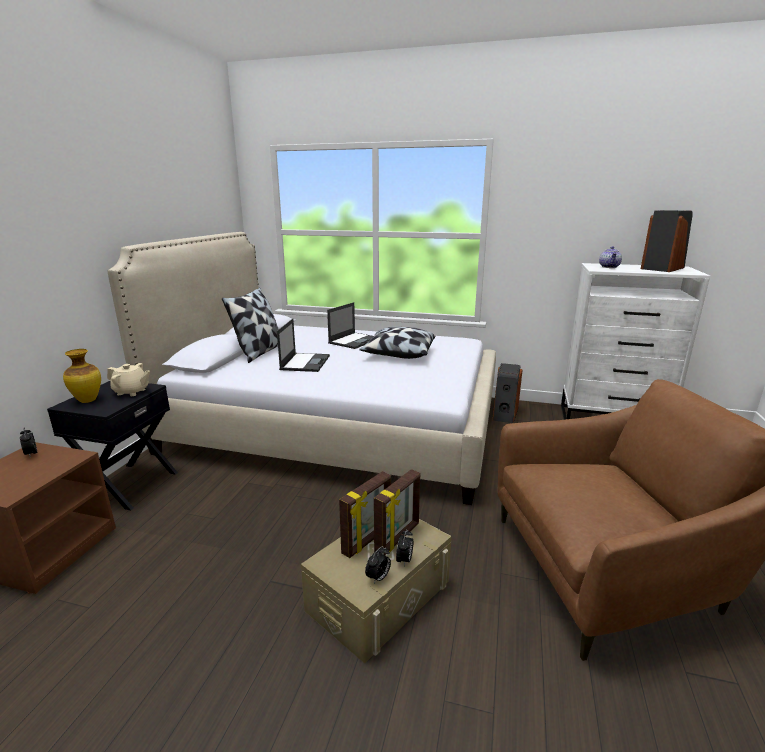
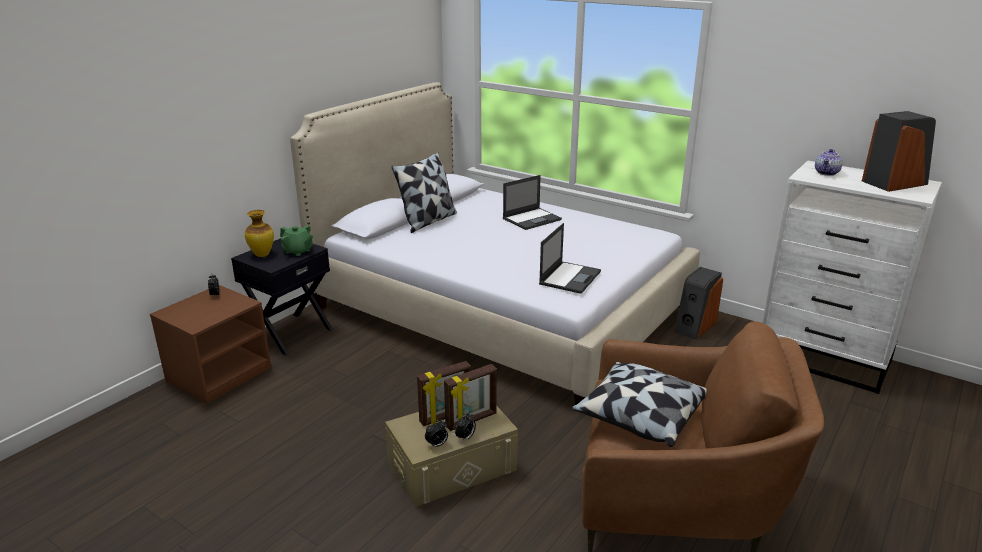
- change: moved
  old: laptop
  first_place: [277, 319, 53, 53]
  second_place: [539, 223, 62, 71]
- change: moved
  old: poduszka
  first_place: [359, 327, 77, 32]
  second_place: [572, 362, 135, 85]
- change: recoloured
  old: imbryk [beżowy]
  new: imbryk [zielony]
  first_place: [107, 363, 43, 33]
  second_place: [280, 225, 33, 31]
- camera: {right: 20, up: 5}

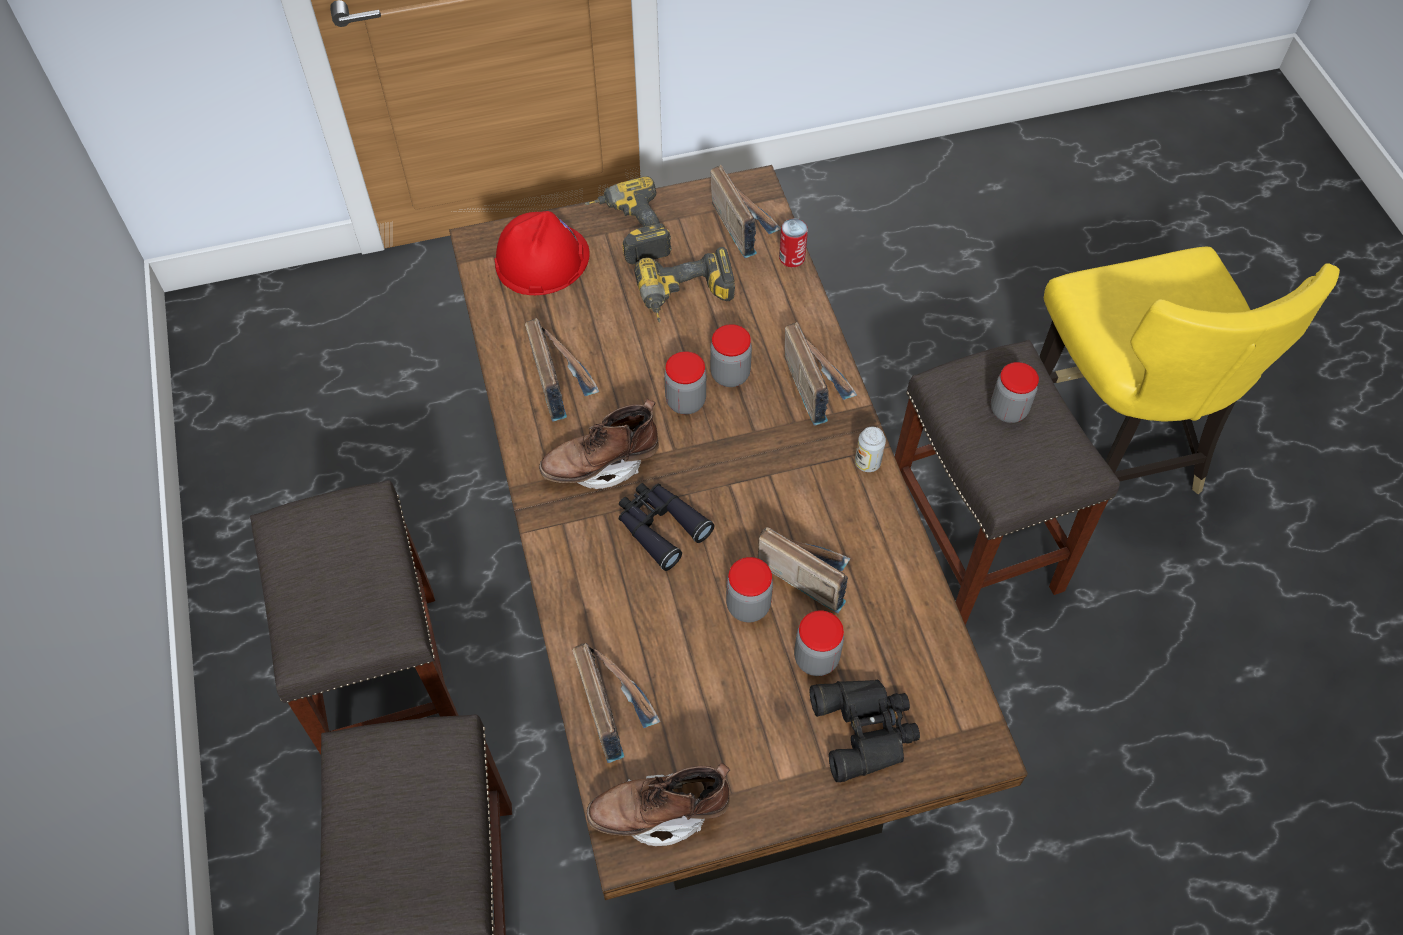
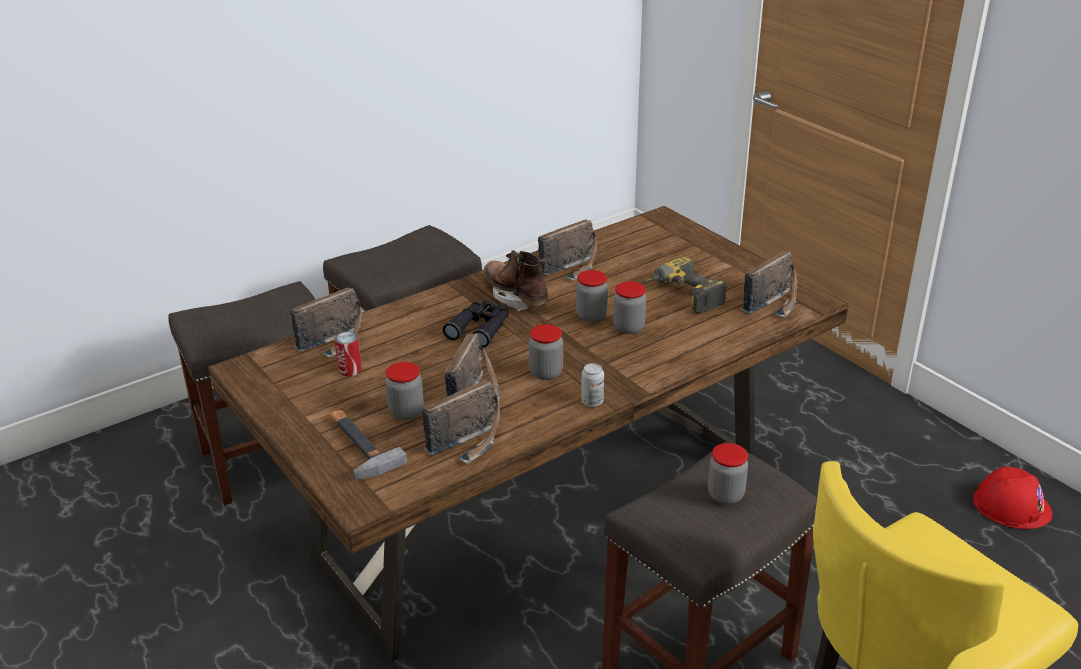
- change: removed
  old: wiertarka
  first_place: [585, 176, 87, 88]
- change: removed
  old: but z cholewką [brązowy]
  first_place: [587, 763, 143, 83]
- change: moved
  old: kask [czerwony]
  first_place: [494, 211, 96, 84]
  second_place: [973, 466, 79, 63]
- change: moved
  old: słoik
  first_place: [726, 557, 47, 65]
  second_place: [529, 324, 34, 56]
- change: moved
  old: puszka
  first_place: [779, 219, 29, 48]
  second_place: [335, 332, 27, 45]
- change: moved
  old: radio
  first_place: [785, 322, 72, 104]
  second_place: [422, 380, 78, 84]
- change: replaced
  old: lornetka [czarny]
  new: młotek
  first_place: [810, 680, 110, 102]
  second_place: [331, 410, 76, 70]
- camera: {right: 70, up: -25}

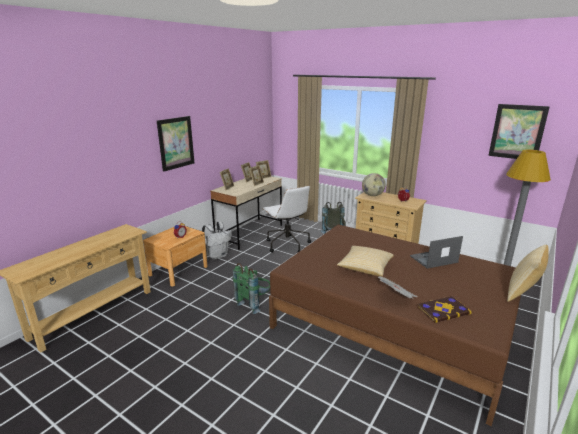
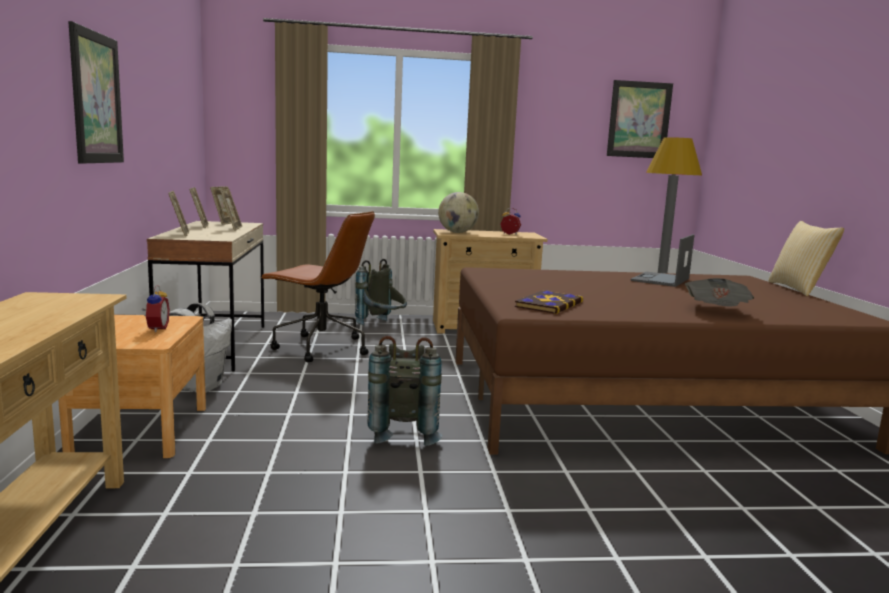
- change: removed
  old: poduszka
  first_place: [337, 246, 57, 30]
- change: moved
  old: książka
  first_place: [418, 296, 54, 27]
  second_place: [515, 291, 68, 23]
- change: recoloured
  old: plecak [zielony]
  new: plecak [szary]
  first_place: [233, 263, 37, 51]
  second_place: [367, 336, 75, 110]
- change: recoloured
  old: krzesło biurowe [biały]
  new: krzesło biurowe [brązowy]
  first_place: [262, 186, 49, 67]
  second_place: [260, 211, 115, 151]
- camera: {right: -40, up: -10}

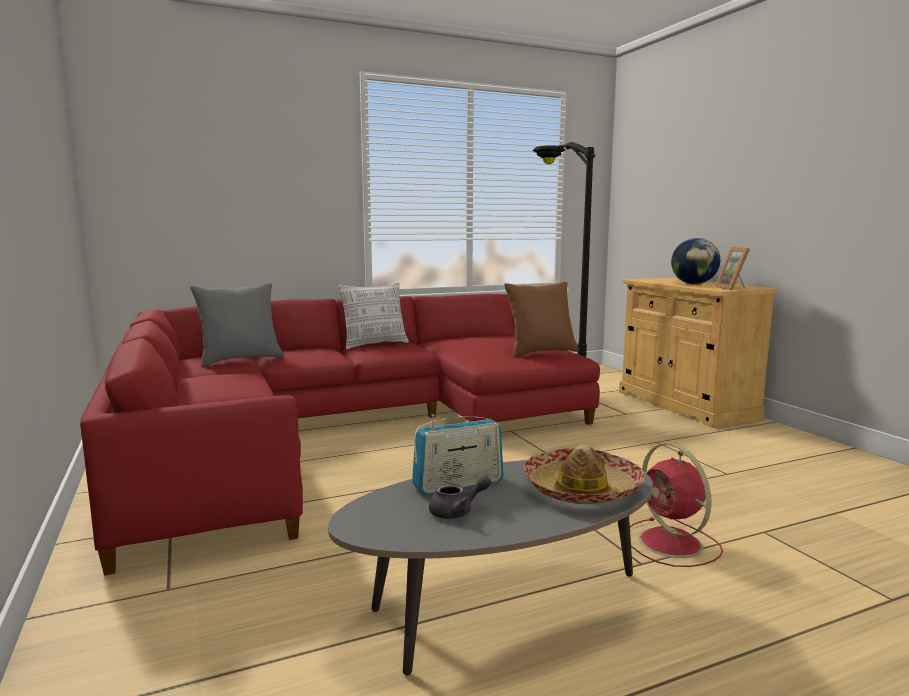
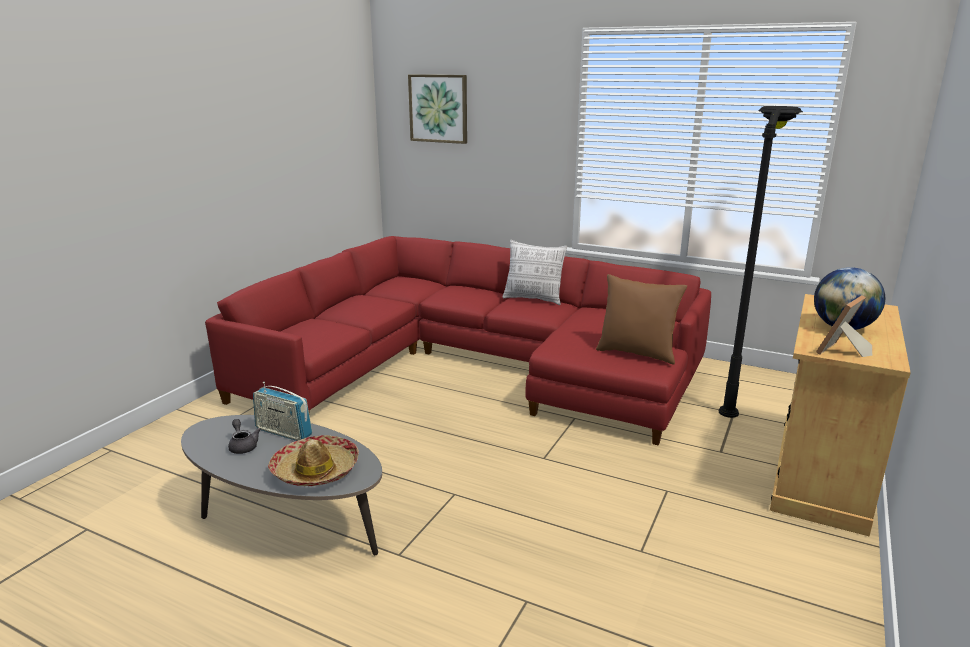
- change: removed
  old: poduszka [szary]
  first_place: [190, 283, 94, 83]
- change: removed
  old: wentylator [czerwony]
  first_place: [630, 443, 93, 124]
- change: added
  new: obraz
  second_place: [408, 74, 59, 70]
- change: turned
  old: imbryk [szary]
  first_place: [429, 475, 62, 44]
  second_place: [228, 419, 33, 35]
  degrees: -150
- camera: {right: 50, up: 10}

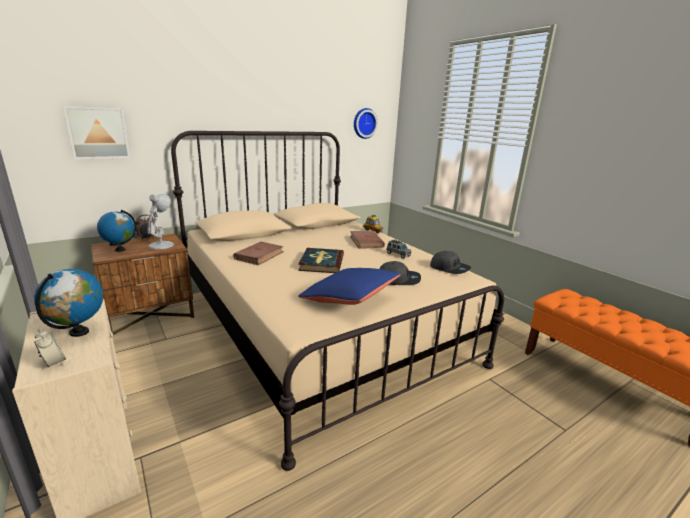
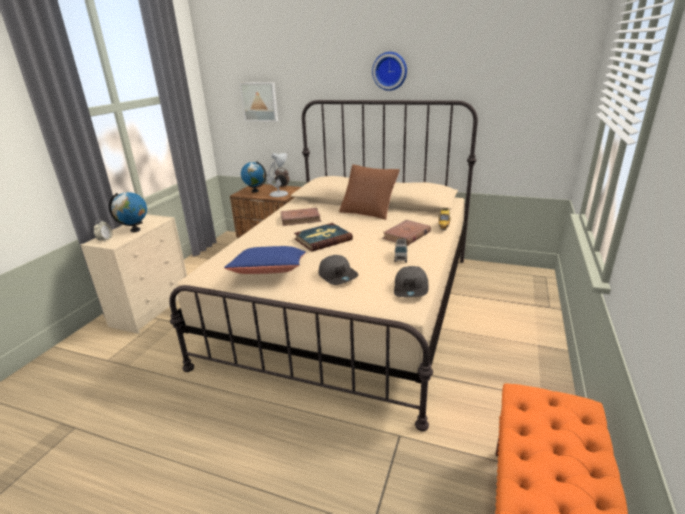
- change: added
  new: poduszka [brązowy]
  second_place: [339, 164, 61, 56]
- change: moved
  old: zegar ścienny
  first_place: [354, 108, 24, 31]
  second_place: [372, 52, 35, 39]
- camera: {right: 55, up: 5}

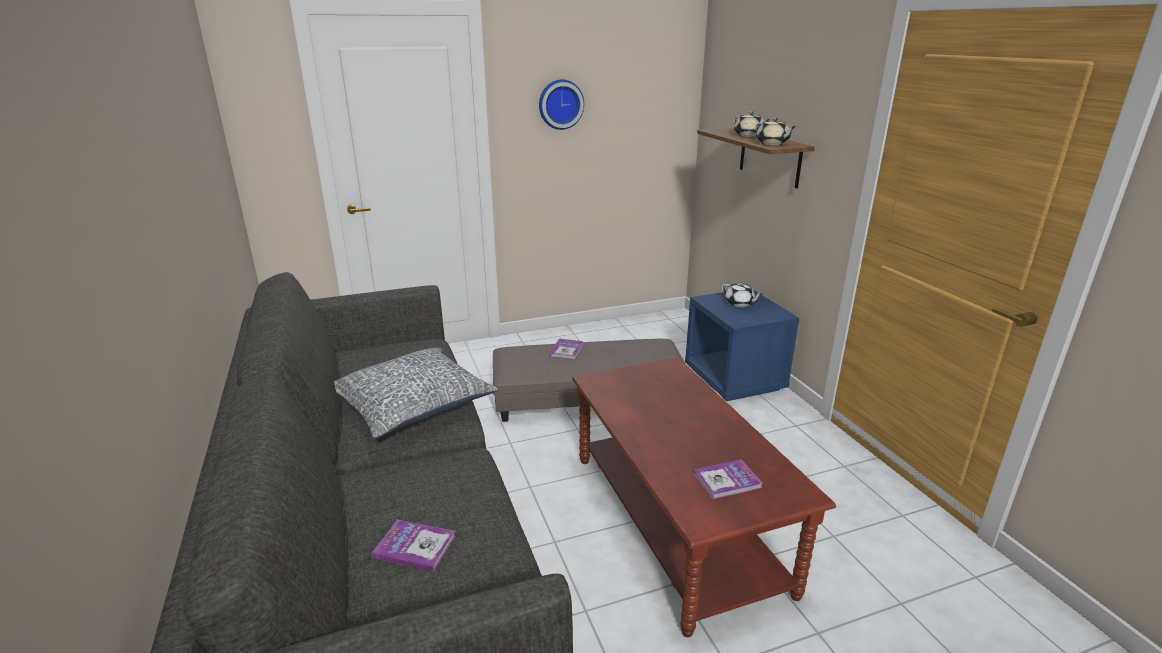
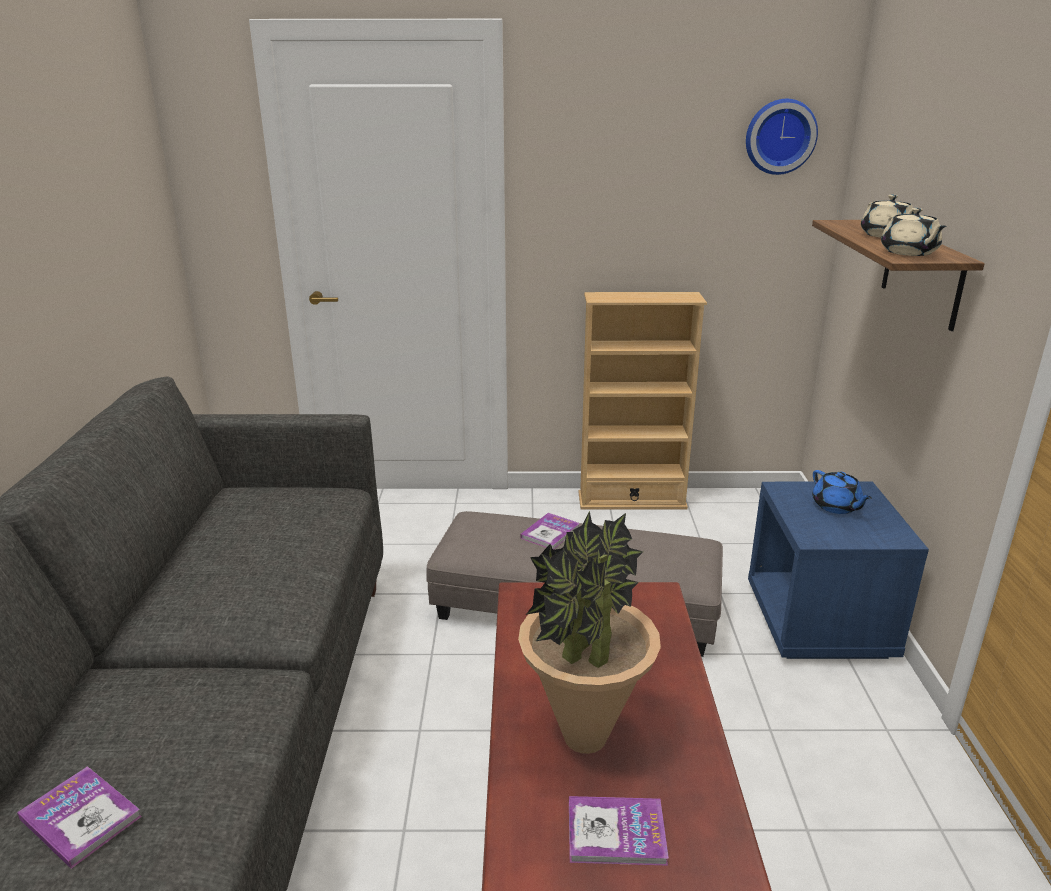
- change: removed
  old: poduszka
  first_place: [334, 347, 163, 92]
- change: added
  new: roślina doniczkowa
  second_place: [518, 511, 143, 243]
- change: added
  new: regał [beżowy]
  second_place: [578, 292, 129, 218]
- change: moved
  old: zegar ścienny
  first_place: [539, 79, 45, 51]
  second_place: [746, 99, 72, 76]
- change: recoloured
  old: imbryk [biały]
  new: imbryk [niebieski]
  first_place: [722, 282, 41, 26]
  second_place: [812, 470, 60, 44]
- camera: {right: 20, up: 0}

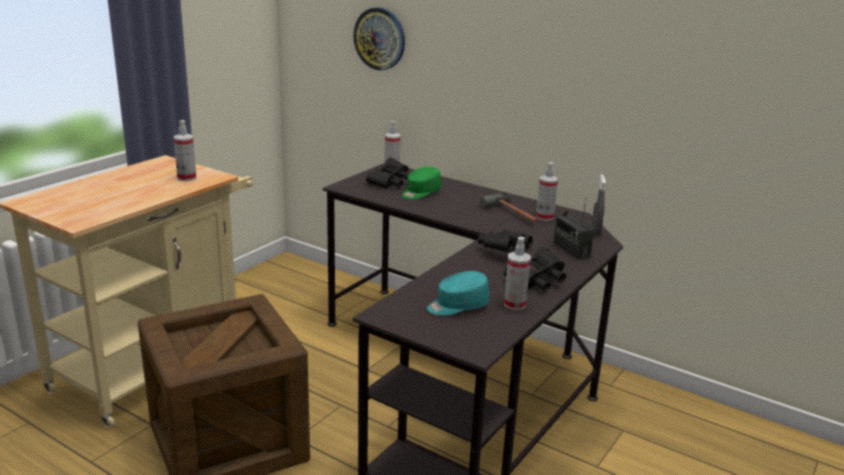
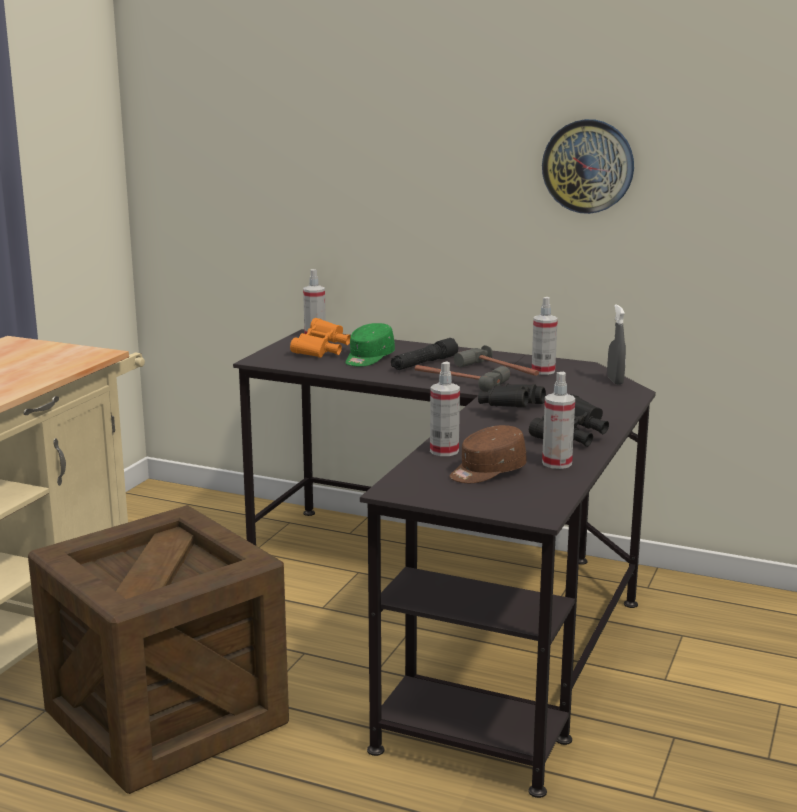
- change: removed
  old: radio
  first_place: [554, 198, 40, 62]
- change: added
  new: latarka [czarny]
  second_place: [391, 338, 67, 32]
- change: added
  new: młotek
  second_place: [415, 365, 95, 27]
- change: moved
  old: spryskiwacz
  first_place: [174, 120, 22, 61]
  second_place: [430, 362, 30, 94]
- change: moved
  old: zegar ścienny
  first_place: [353, 7, 52, 63]
  second_place: [542, 119, 92, 95]
- change: recoloured
  old: lornetka [czarny]
  new: lornetka [pomarańczowy]
  first_place: [366, 158, 44, 31]
  second_place: [290, 318, 60, 40]
- change: recoloured
  old: czapka z daszkiem [turkusowy]
  new: czapka z daszkiem [brązowy]
  first_place: [427, 271, 62, 45]
  second_place: [450, 425, 76, 58]
- camera: {right: -10, up: -5}

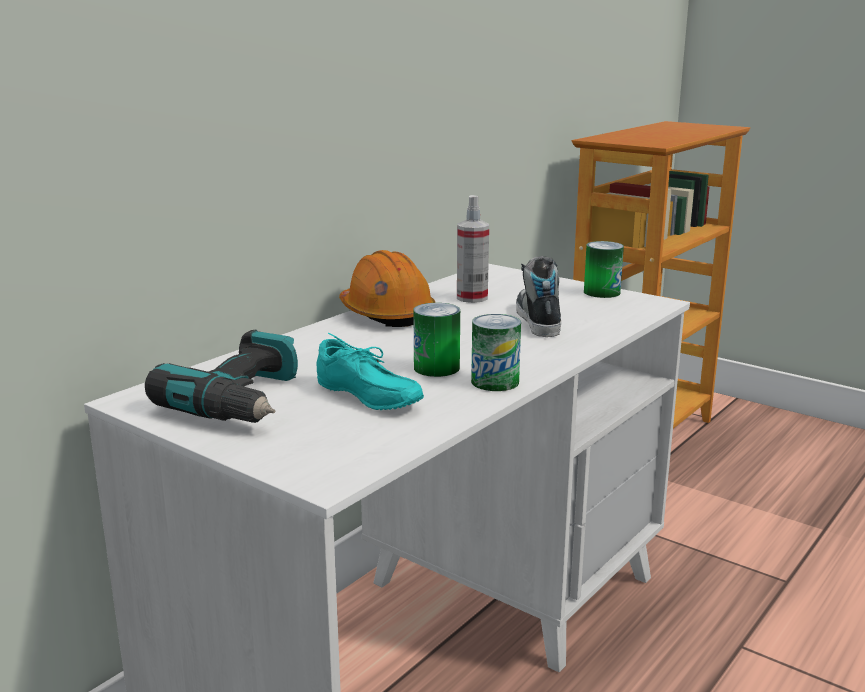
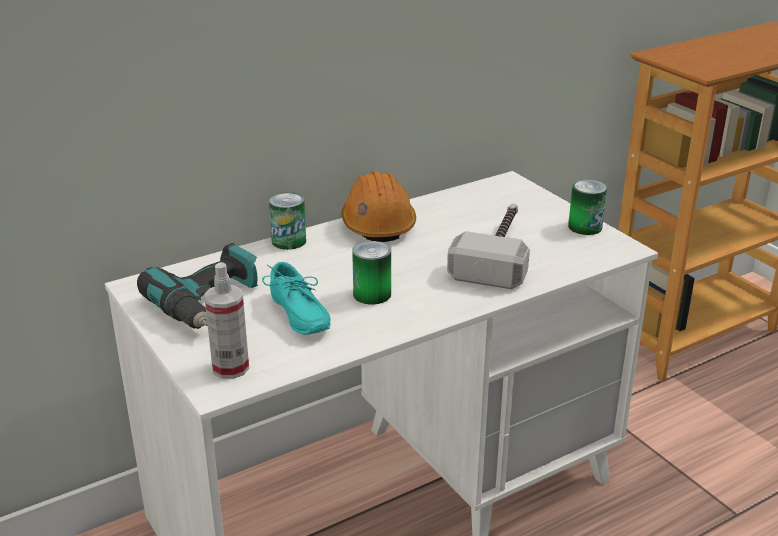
- change: moved
  old: spryskiwacz
  first_place: [457, 195, 32, 108]
  second_place: [204, 262, 45, 117]
- change: moved
  old: puszka
  first_place: [471, 314, 50, 77]
  second_place: [269, 192, 37, 58]
- change: replaced
  old: but
  new: młotek
  first_place: [516, 256, 45, 81]
  second_place: [447, 204, 83, 85]
- camera: {right: 20, up: 10}

